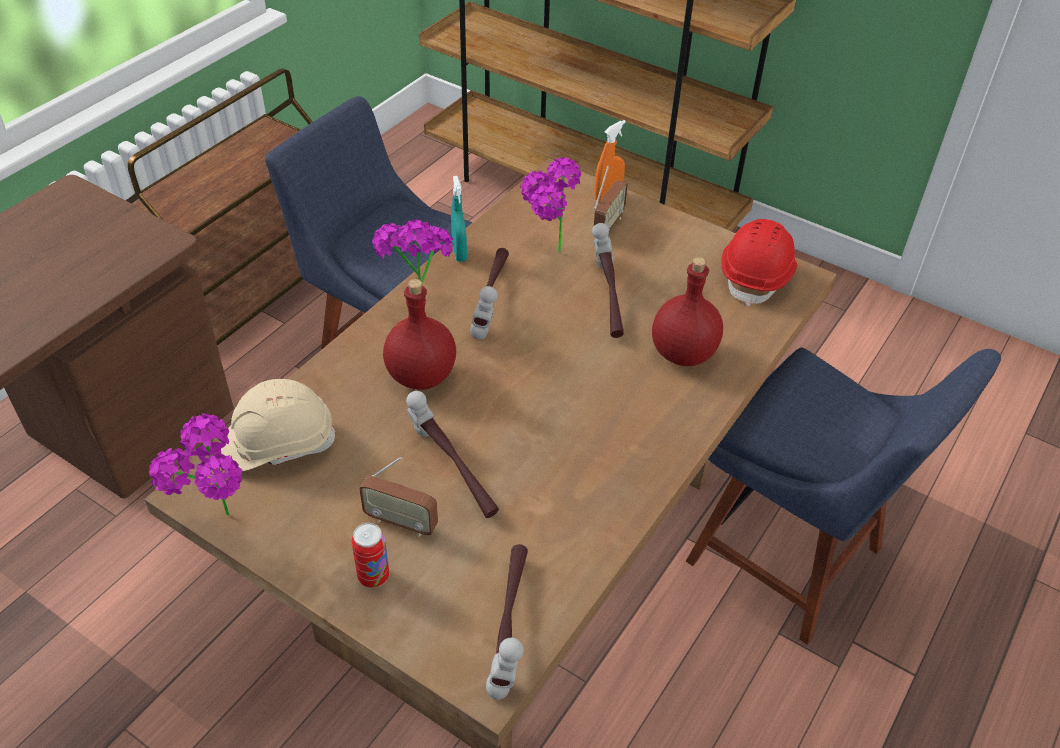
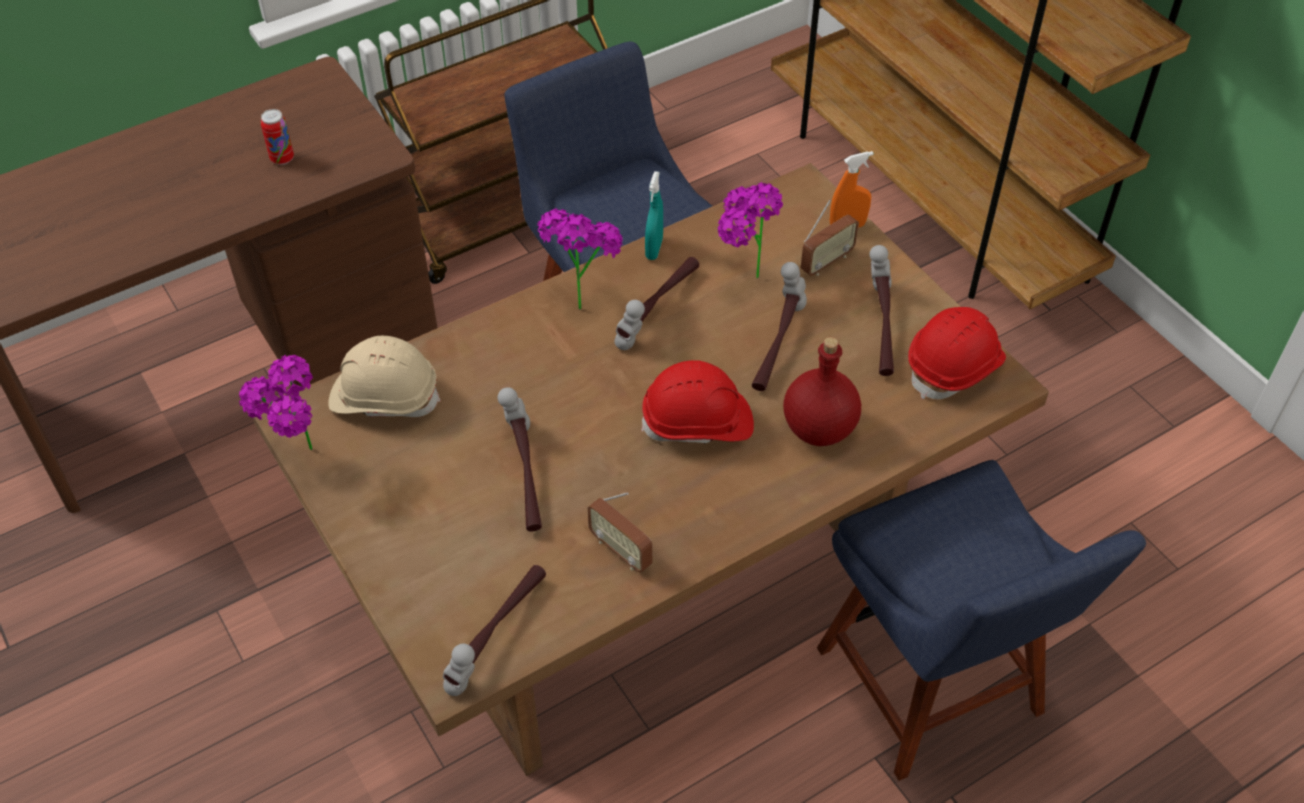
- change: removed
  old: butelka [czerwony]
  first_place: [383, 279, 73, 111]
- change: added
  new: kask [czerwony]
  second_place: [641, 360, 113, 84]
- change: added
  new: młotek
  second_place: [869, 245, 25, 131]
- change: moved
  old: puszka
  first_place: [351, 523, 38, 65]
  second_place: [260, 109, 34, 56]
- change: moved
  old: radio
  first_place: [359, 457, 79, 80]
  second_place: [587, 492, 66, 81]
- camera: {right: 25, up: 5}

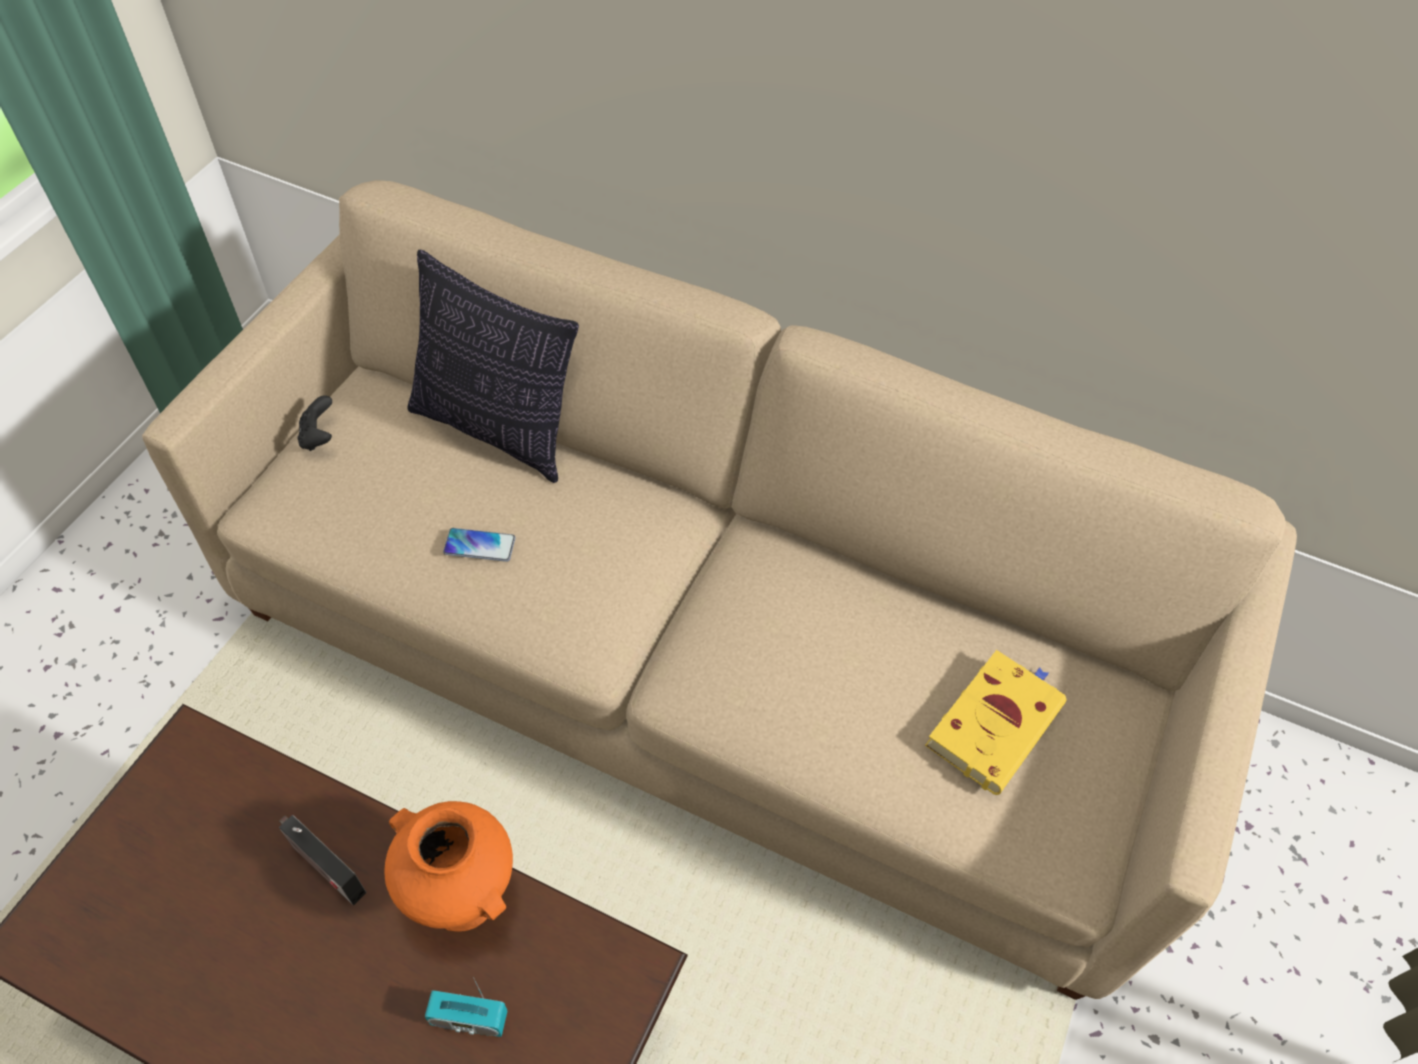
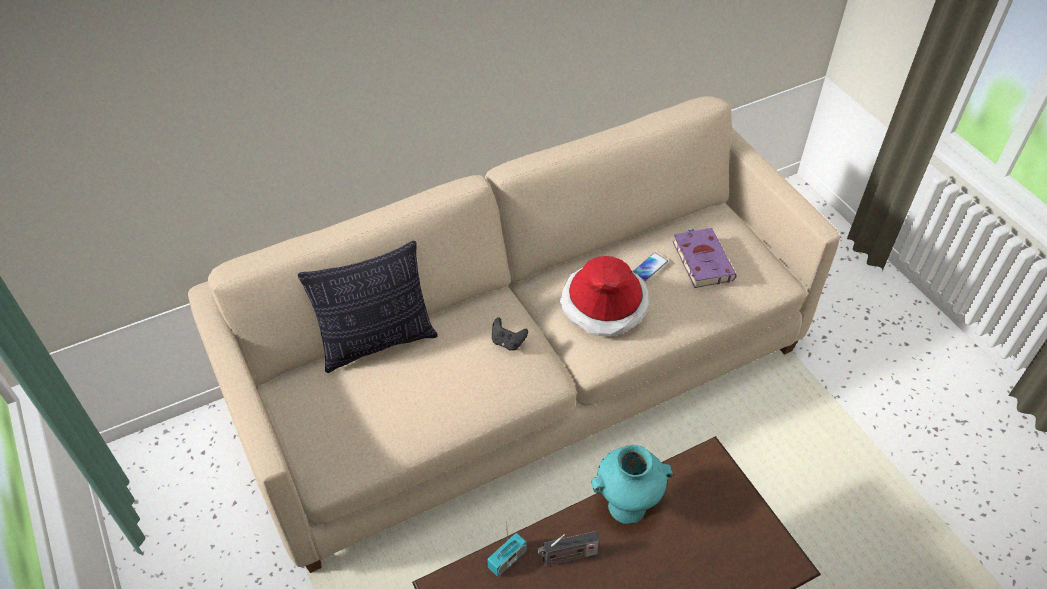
- change: added
  new: kapelusz
  second_place: [560, 256, 89, 81]
- change: moved
  old: pad do gier [czarny]
  first_place: [298, 395, 34, 56]
  second_place: [492, 318, 36, 33]
- change: moved
  old: radio
  first_place: [425, 977, 83, 60]
  second_place: [487, 533, 40, 44]
- change: moved
  old: telefon
  first_place: [443, 528, 72, 34]
  second_place: [632, 253, 36, 28]
- change: recoloured
  old: wazon [pomarańczowy]
  new: wazon [turkusowy]
  first_place: [384, 801, 129, 131]
  second_place: [591, 445, 82, 79]
- change: recoloured
  old: książka [żółty]
  new: książka [fioletowy]
  first_place: [925, 650, 141, 145]
  second_place: [673, 228, 64, 60]
- camera: {right: -50, up: -5}

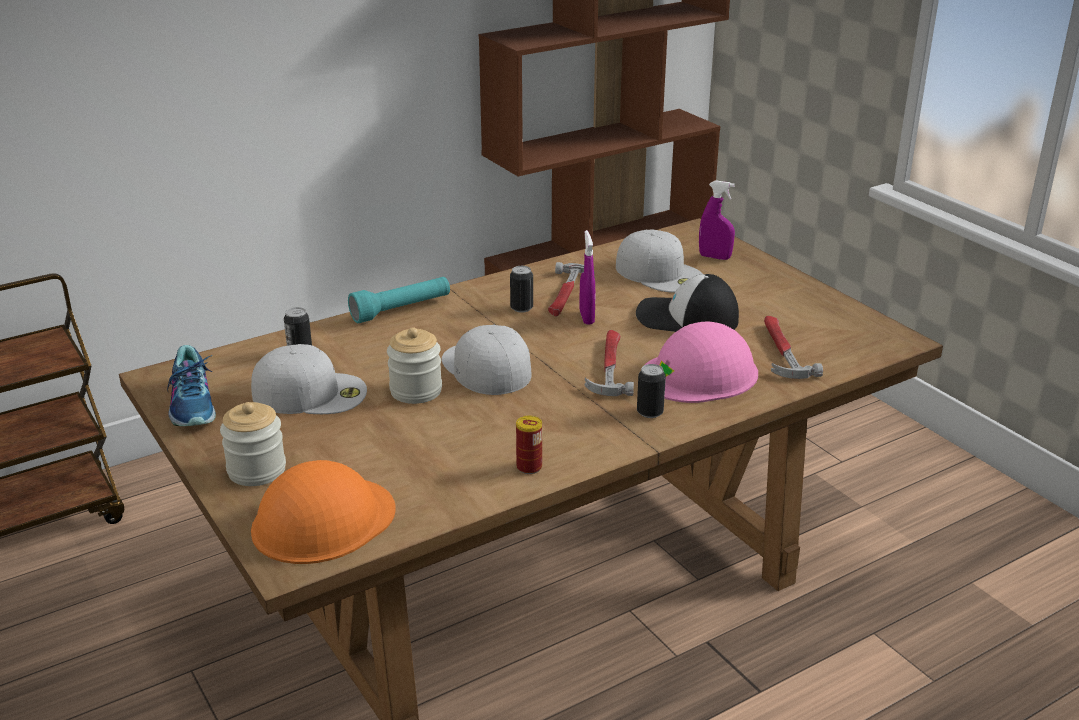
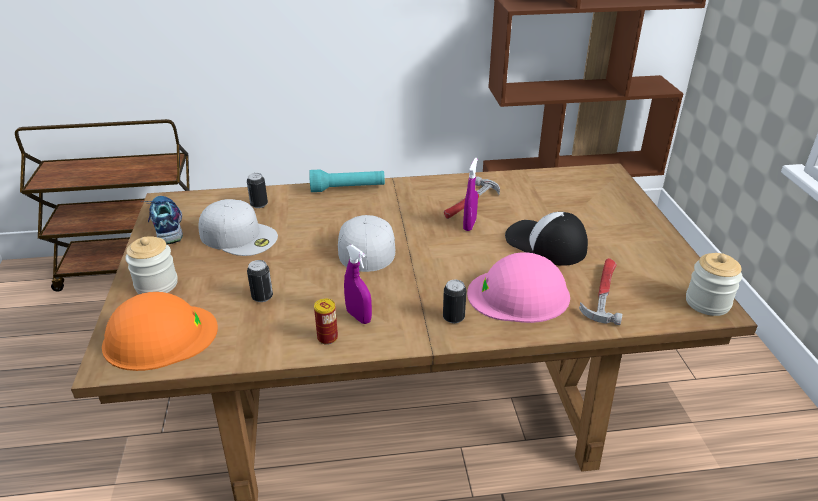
- change: removed
  old: młotek
  first_place: [585, 330, 49, 66]
- change: removed
  old: czapka z daszkiem [biały]
  first_place: [616, 230, 87, 63]
- change: moved
  old: słoik
  first_place: [387, 327, 55, 77]
  second_place: [686, 253, 56, 63]
- change: moved
  old: puszka
  first_place: [510, 266, 23, 47]
  second_place: [247, 260, 26, 42]
- change: moved
  old: spryskiwacz [fioletowy]
  first_place: [699, 180, 36, 80]
  second_place: [344, 245, 28, 79]
- change: turned
  old: but
  first_place: [167, 345, 49, 81]
  second_place: [141, 196, 42, 48]
  degrees: 150
- camera: {right: 25, up: 5}

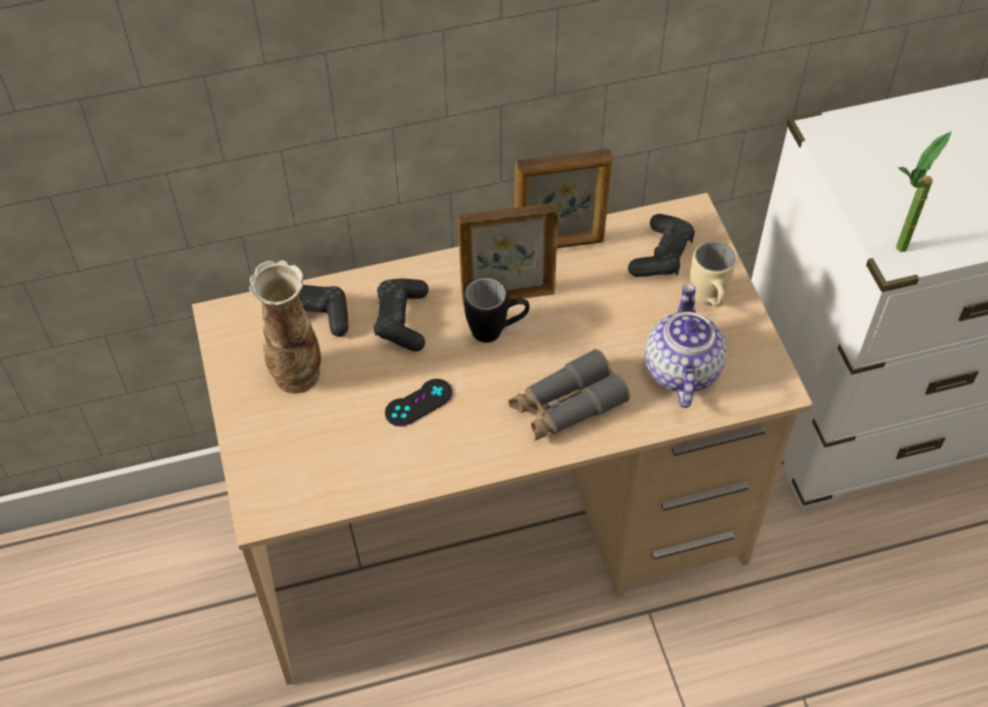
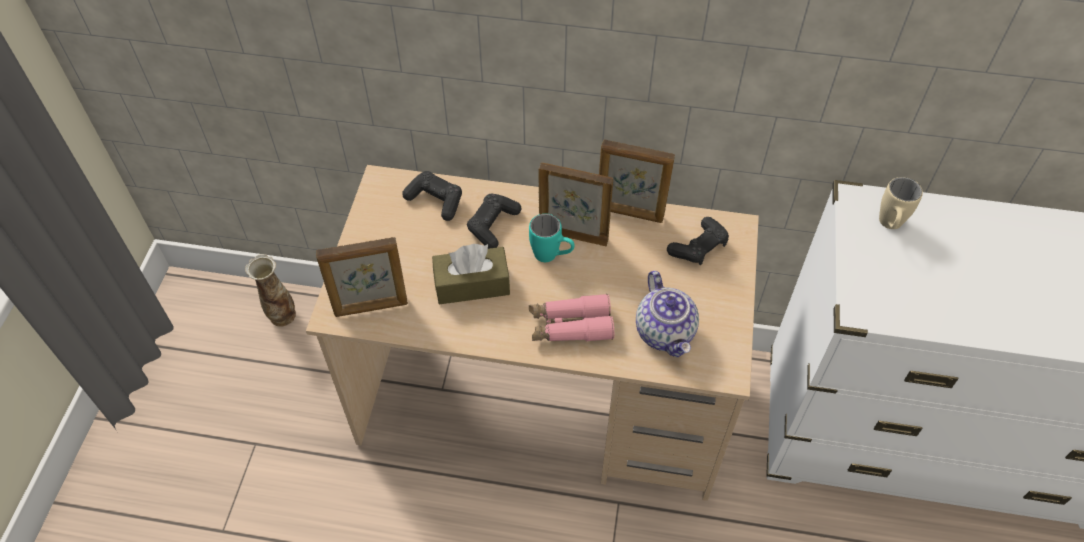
- change: removed
  old: roślina doniczkowa
  first_place: [896, 132, 56, 120]
- change: added
  new: ramka na zdjęcie
  second_place: [316, 237, 92, 80]
- change: moved
  old: wazon
  first_place: [249, 260, 72, 134]
  second_place: [245, 254, 51, 73]
- change: moved
  old: kubek [beżowy]
  first_place: [691, 241, 45, 66]
  second_place: [879, 177, 44, 52]
- change: replaced
  old: pad do gier [czarny]
  new: pudełko chusteczek [brązowy]
  first_place: [385, 379, 67, 48]
  second_place: [432, 244, 78, 60]
- change: recoloured
  old: kubek [czarny]
  new: kubek [turkusowy]
  first_place: [464, 277, 66, 66]
  second_place: [529, 214, 46, 48]
- change: recoloured
  old: lornetka [szary]
  new: lornetka [różowy]
  first_place: [508, 349, 122, 92]
  second_place: [529, 294, 85, 47]
- change: turned
  old: imbryk
  first_place: [645, 283, 82, 125]
  second_place: [636, 271, 63, 87]
  degrees: 135
- camera: {right: 25, up: 0}

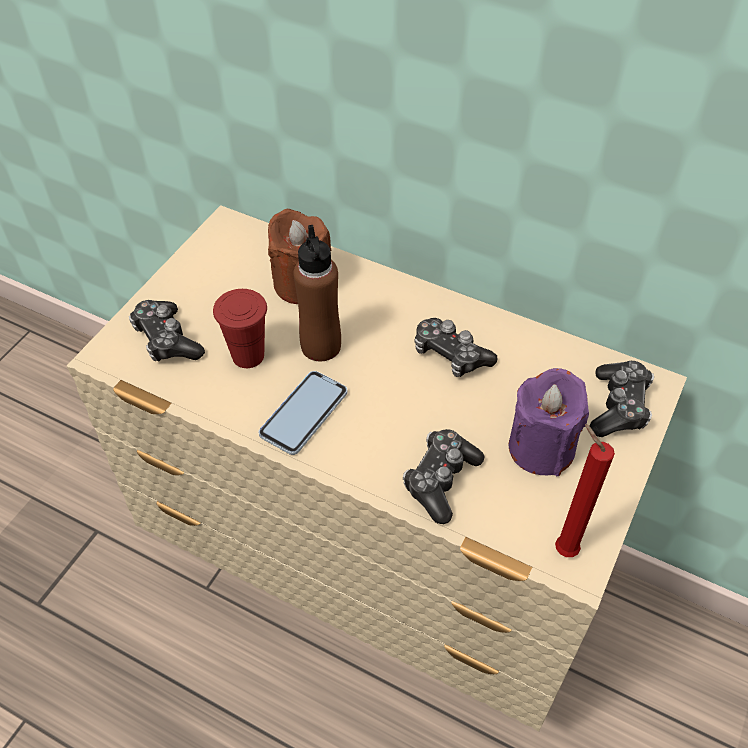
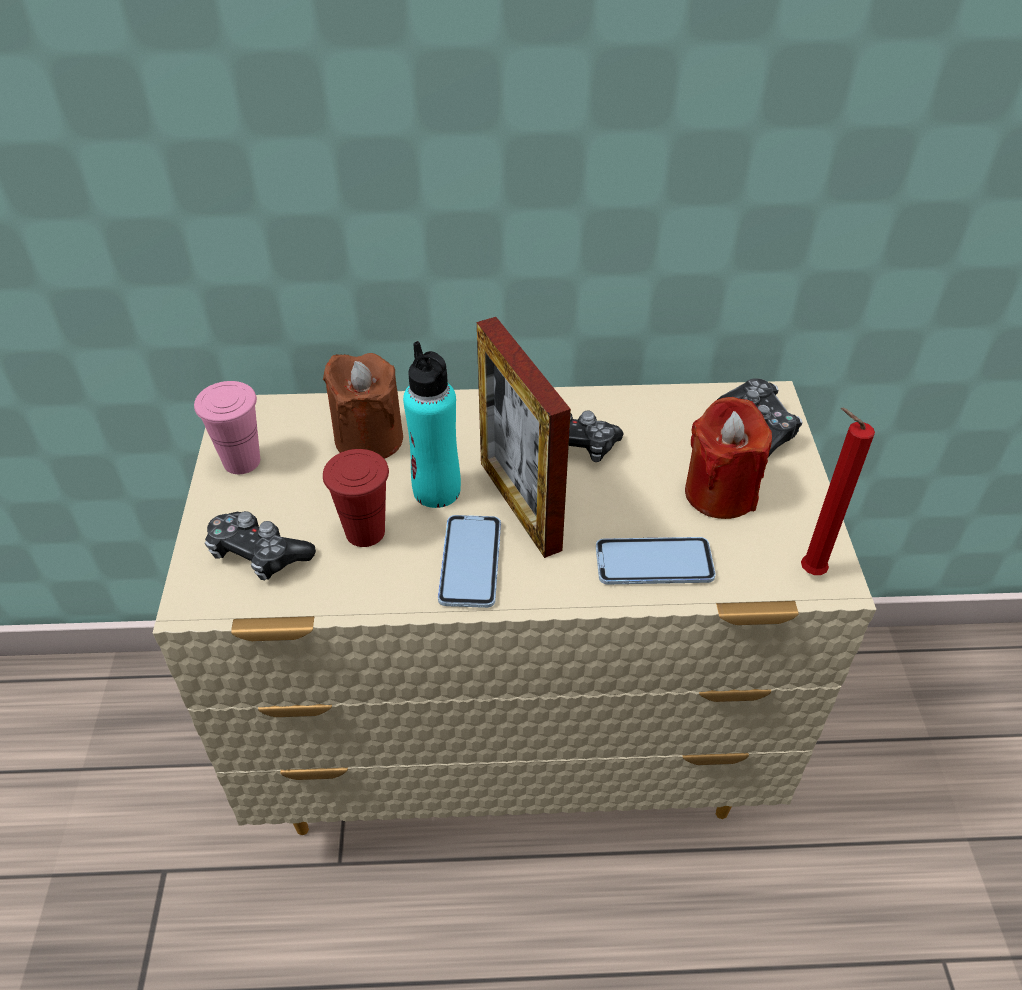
- change: added
  new: filiżanka [różowy]
  second_place: [194, 381, 66, 93]
- change: added
  new: ramka na zdjęcie
  second_place: [477, 317, 94, 241]
- change: replaced
  old: pad do gier
  new: telefon
  first_place: [403, 429, 82, 95]
  second_place: [596, 537, 120, 47]
- change: recoloured
  old: butelka [brązowy]
  new: butelka [turkusowy]
  first_place: [294, 225, 47, 136]
  second_place: [403, 341, 58, 167]
- change: recoloured
  old: świeca [fioletowy]
  new: świeca [czerwony]
  first_place: [509, 368, 80, 108]
  second_place: [685, 397, 87, 122]
- camera: {right: -30, up: -5}

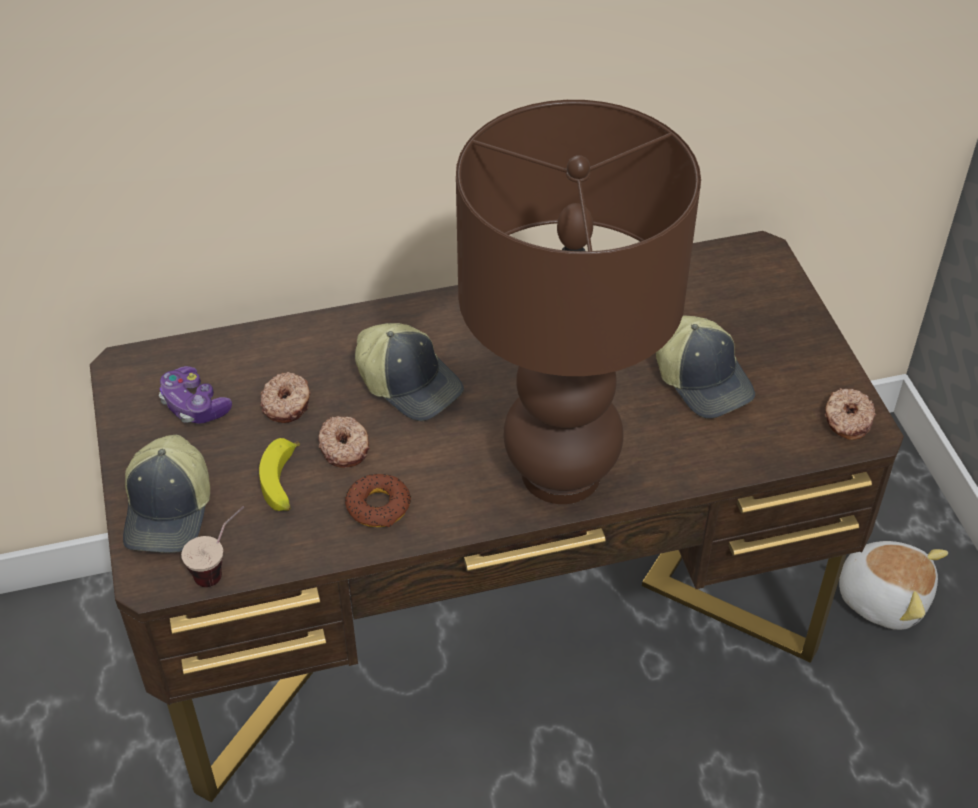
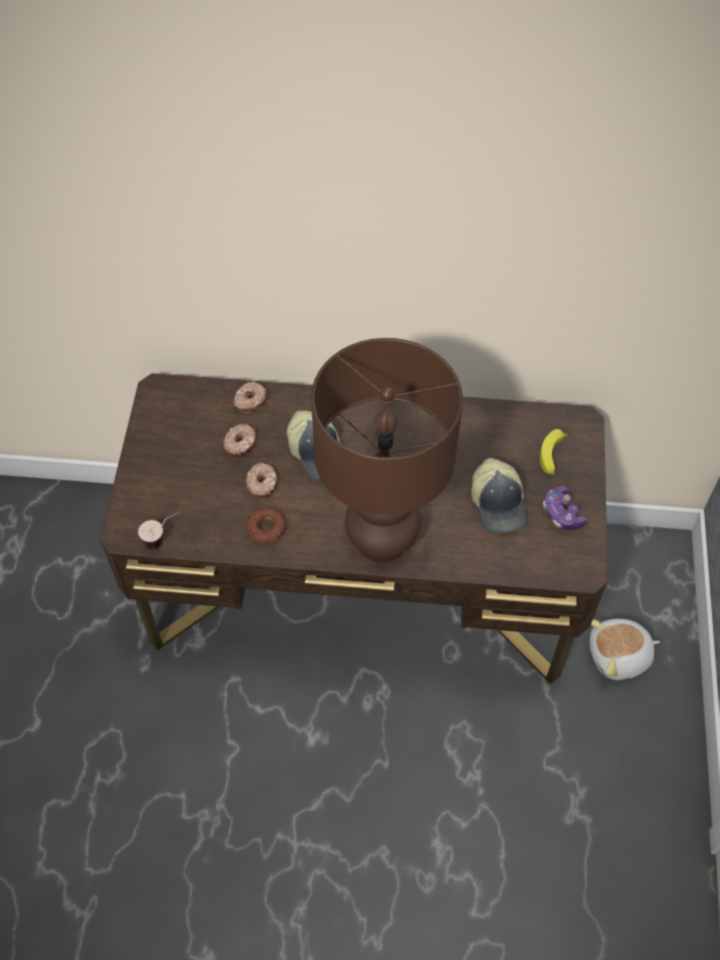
- change: removed
  old: czapka z daszkiem
  first_place: [123, 435, 87, 118]
- change: moved
  old: pad do gier
  first_place: [159, 366, 73, 58]
  second_place: [543, 487, 45, 43]
- change: moved
  old: banan
  first_place: [259, 438, 41, 73]
  second_place: [540, 429, 29, 46]
- change: moved
  old: donut
  first_place: [825, 388, 51, 52]
  second_place: [233, 381, 34, 33]
- change: turned
  old: pluszak
  first_place: [839, 541, 109, 89]
  second_place: [589, 619, 71, 61]
  degrees: 120
- camera: {right: 20, up: 10}

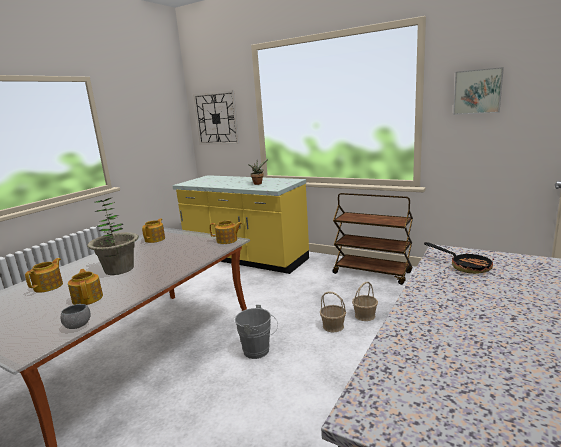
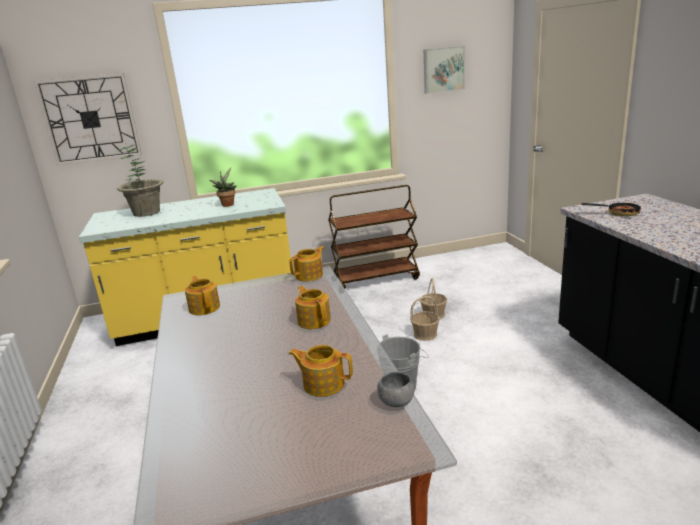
- change: moved
  old: imbryk
  first_place: [25, 258, 38, 35]
  second_place: [295, 286, 36, 43]
- change: moved
  old: roślina doniczkowa
  first_place: [87, 197, 52, 78]
  second_place: [117, 143, 47, 74]
- camera: {right: -45, up: 5}

